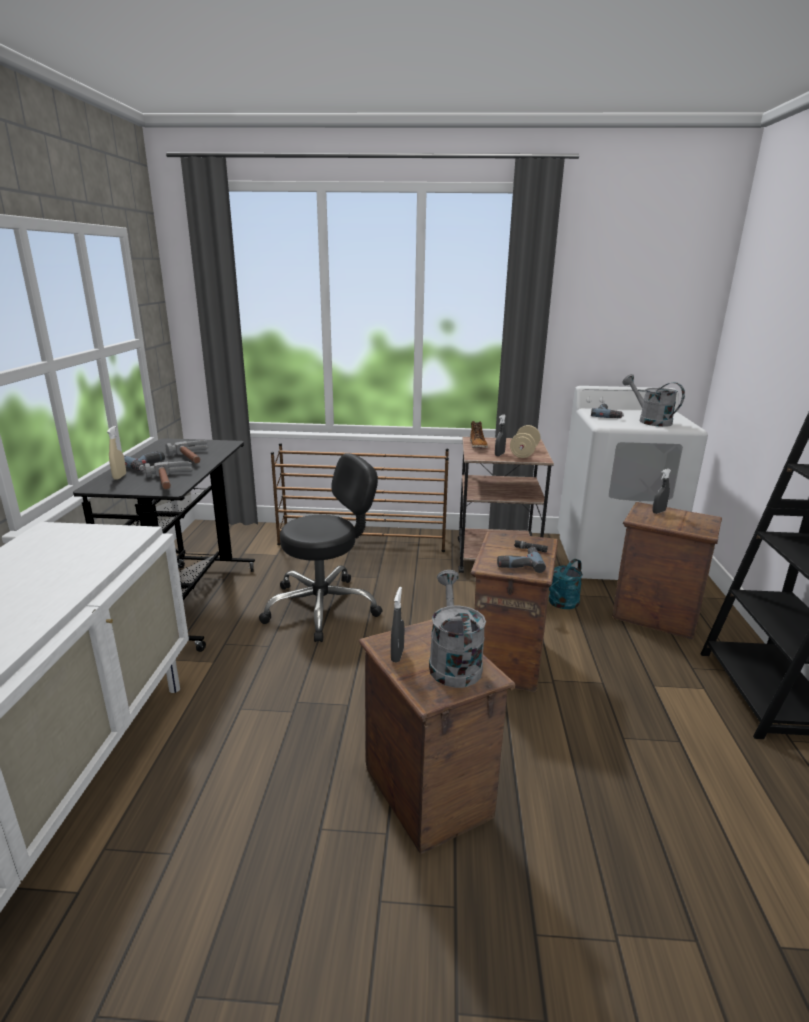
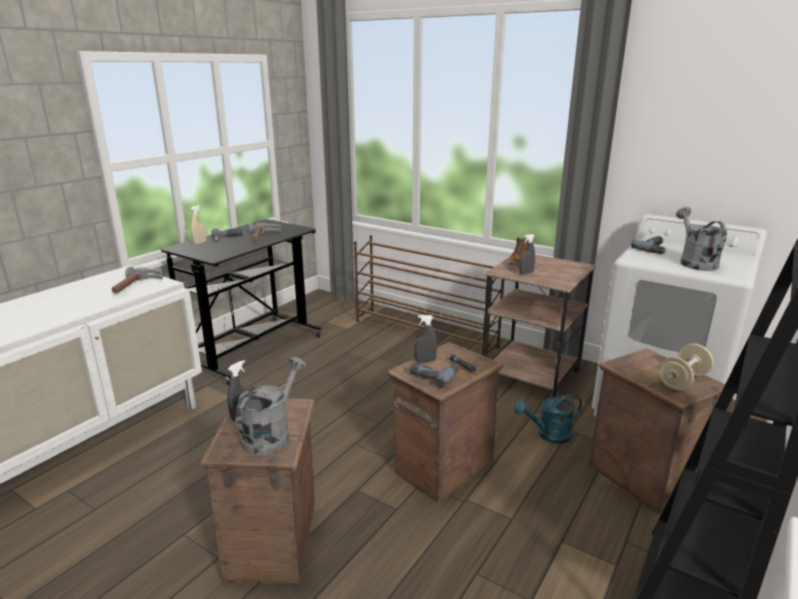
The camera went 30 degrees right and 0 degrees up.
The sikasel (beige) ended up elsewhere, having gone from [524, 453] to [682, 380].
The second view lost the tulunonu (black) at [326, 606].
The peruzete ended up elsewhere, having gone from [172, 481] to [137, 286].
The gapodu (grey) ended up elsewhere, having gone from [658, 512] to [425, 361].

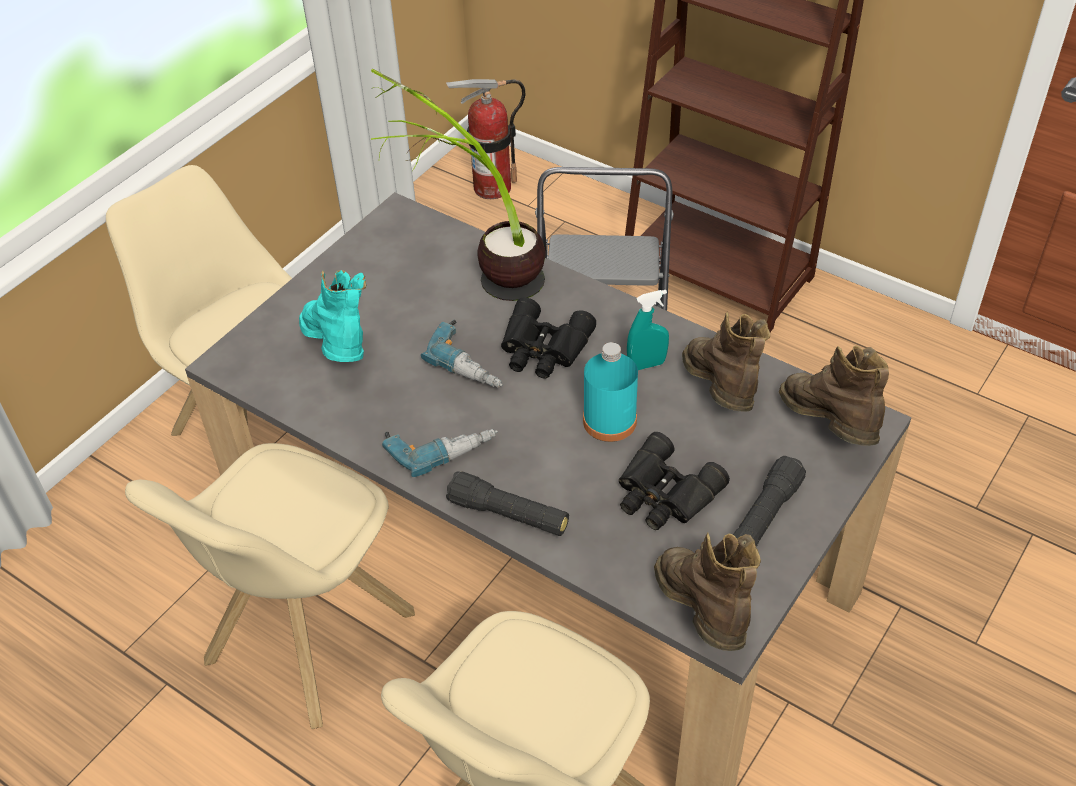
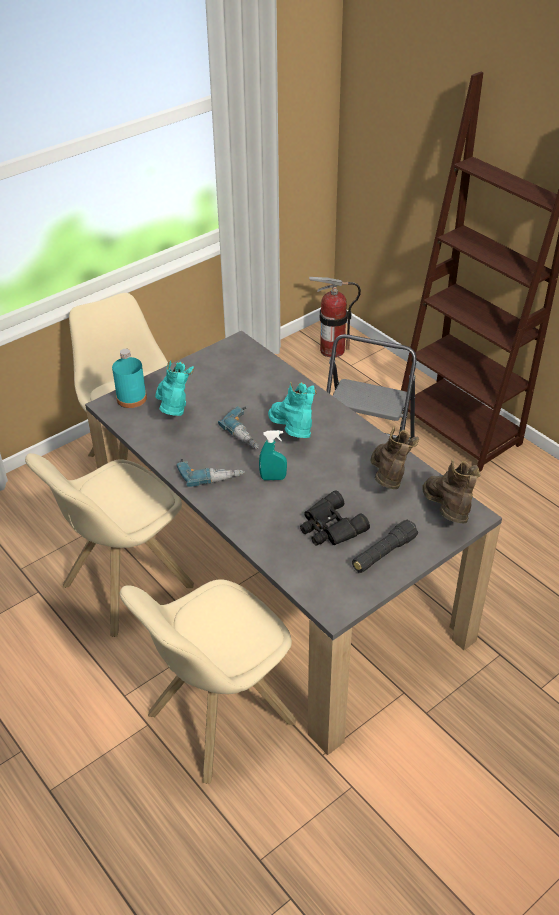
The camera went 15 degrees right and 5 degrees down.
The second view lost the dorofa at [476, 270].
The gapodu (turquoise) ended up elsewhere, having gone from [646, 364] to [273, 478].
Where the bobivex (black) stood at [543, 349], the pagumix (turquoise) came to stand at [292, 434].
The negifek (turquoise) ended up elsewhere, having gone from [609, 421] to [131, 398].
The second view lost the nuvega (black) at [508, 515].
The second view lost the pagumix (brown) at [703, 615].

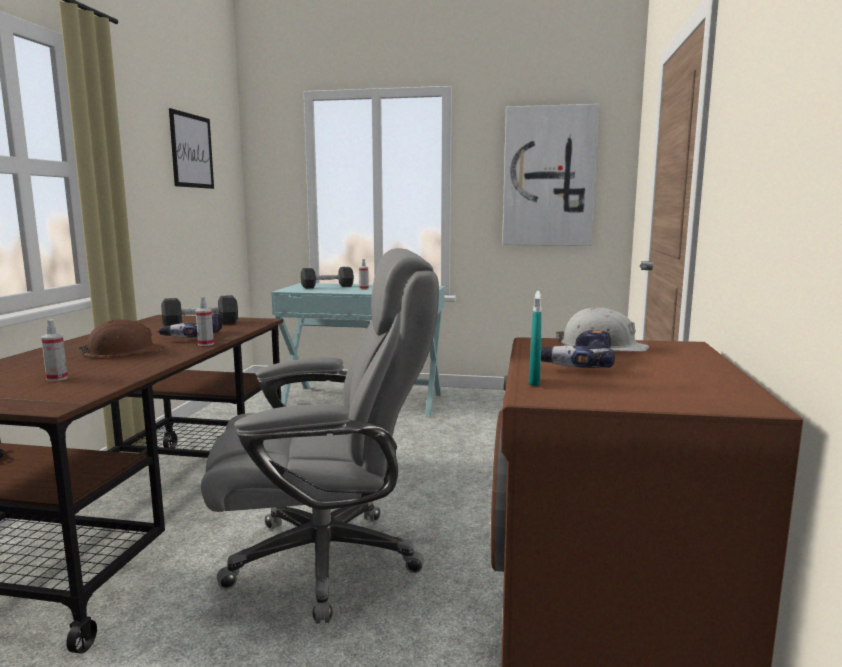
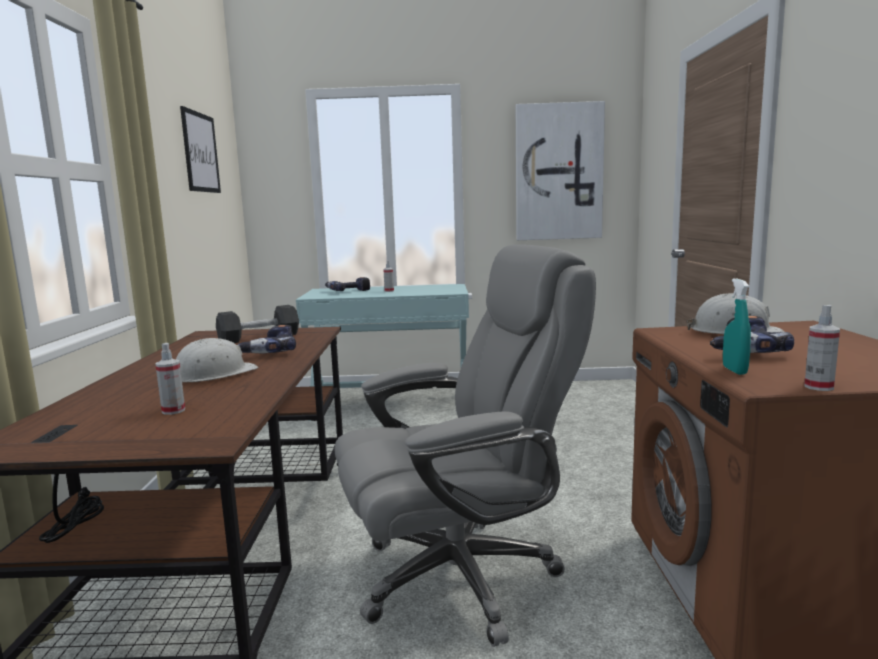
The camera went 10 degrees left and 0 degrees up.
Where the sikasel (black) stood at [327, 286], the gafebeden came to stand at [348, 291].
The gapodu ended up elsewhere, having gone from [205, 344] to [818, 387].
What was the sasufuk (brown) at [124, 352] turned into the sasufuk (white) at [214, 374].

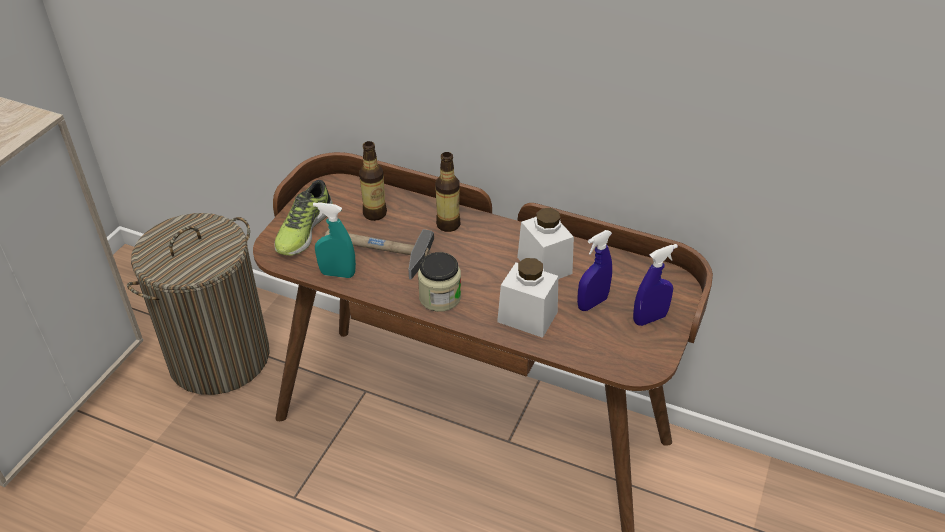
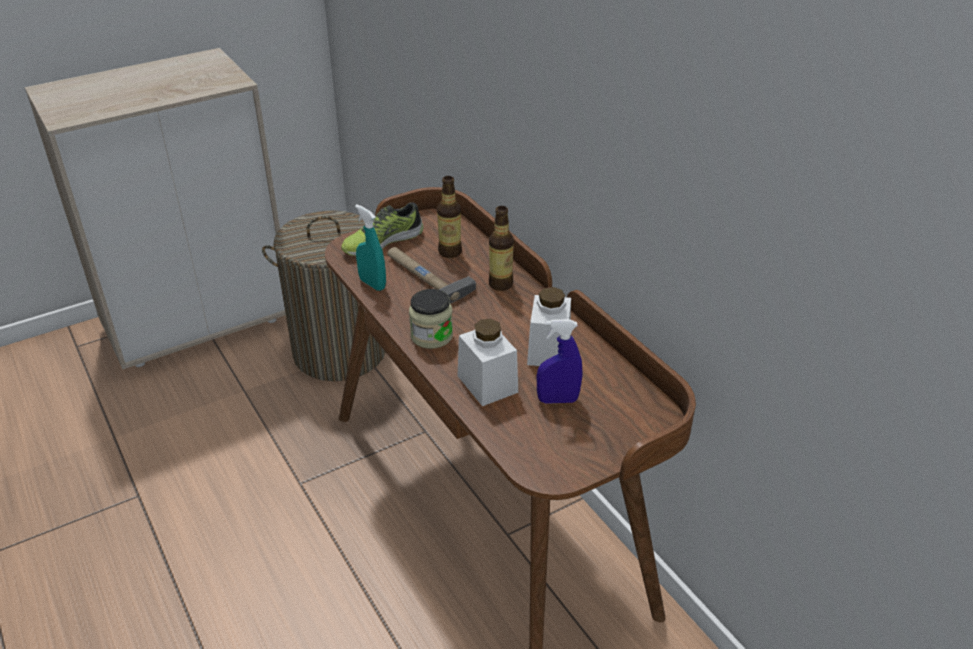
The camera went 35 degrees right and 5 degrees down.
The second view lost the gapodu (blue) at [649, 319].

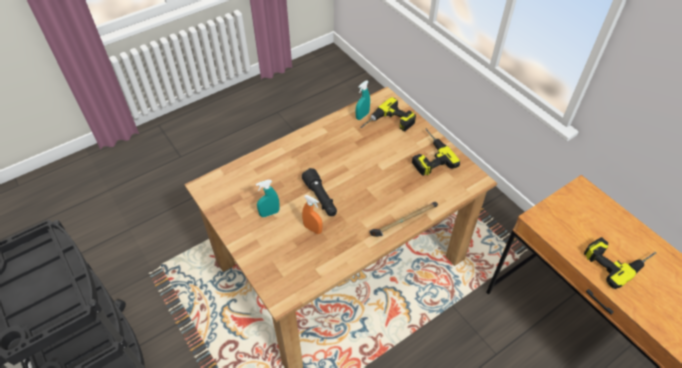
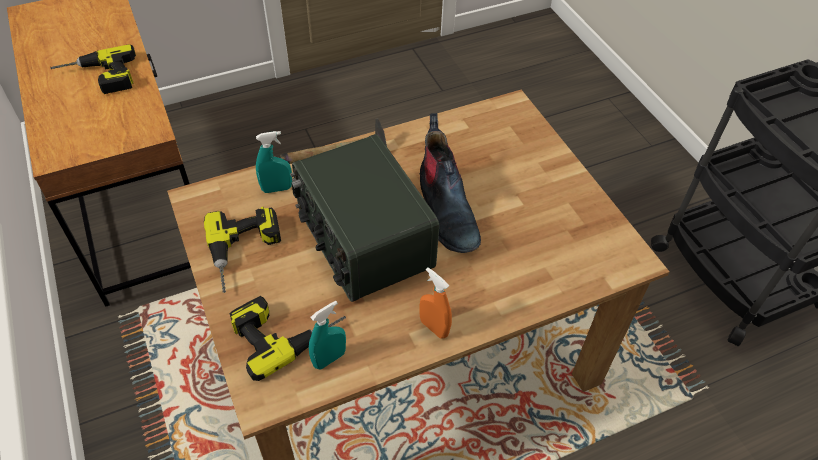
The camera went 170 degrees left and 0 degrees up.
Where the nuvega (black) stood at [320, 198], the pagumix came to stand at [445, 211].
The gapodu (turquoise) ended up elsewhere, having gone from [269, 213] to [277, 189].
The gapodu (orange) ended up elsewhere, having gone from [313, 229] to [434, 327].
The second view gained the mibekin at [362, 240].

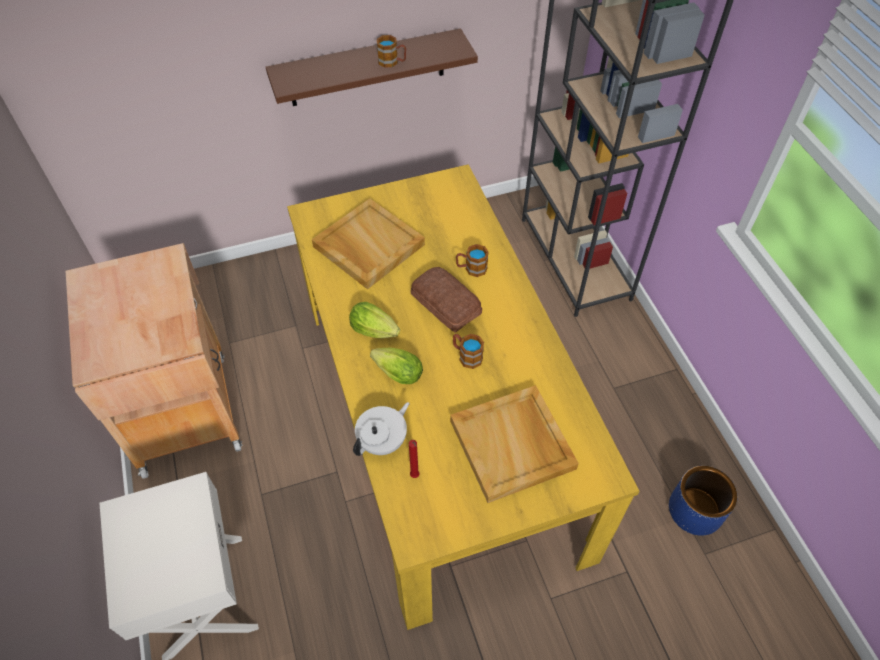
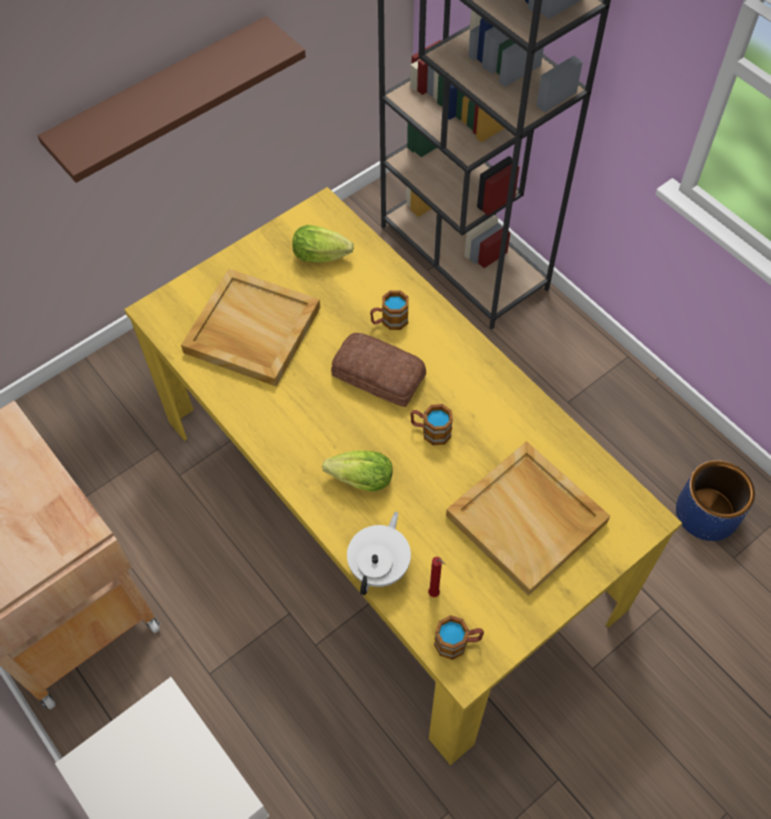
The camera went 20 degrees left and 5 degrees up.
The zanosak ended up elsewhere, having gone from [392, 62] to [457, 642].
The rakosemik ended up elsewhere, having gone from [376, 331] to [324, 256].

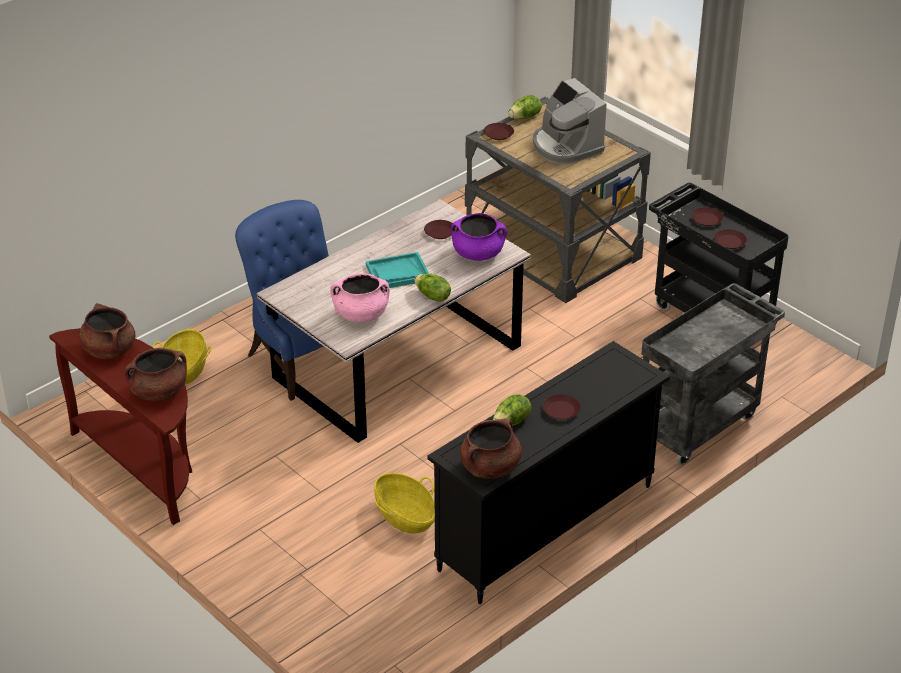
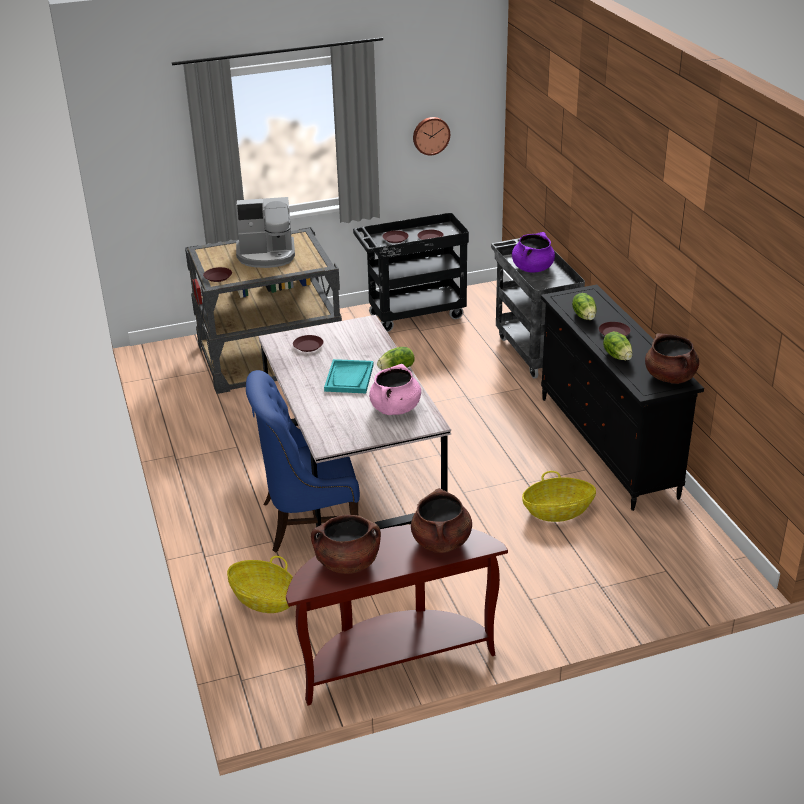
The camera went 65 degrees left and 5 degrees down.
The rakosemik ended up elsewhere, having gone from [525, 117] to [584, 316].
The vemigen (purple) ended up elsewhere, having gone from [478, 253] to [532, 268].
The second view gained the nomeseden at [430, 135].

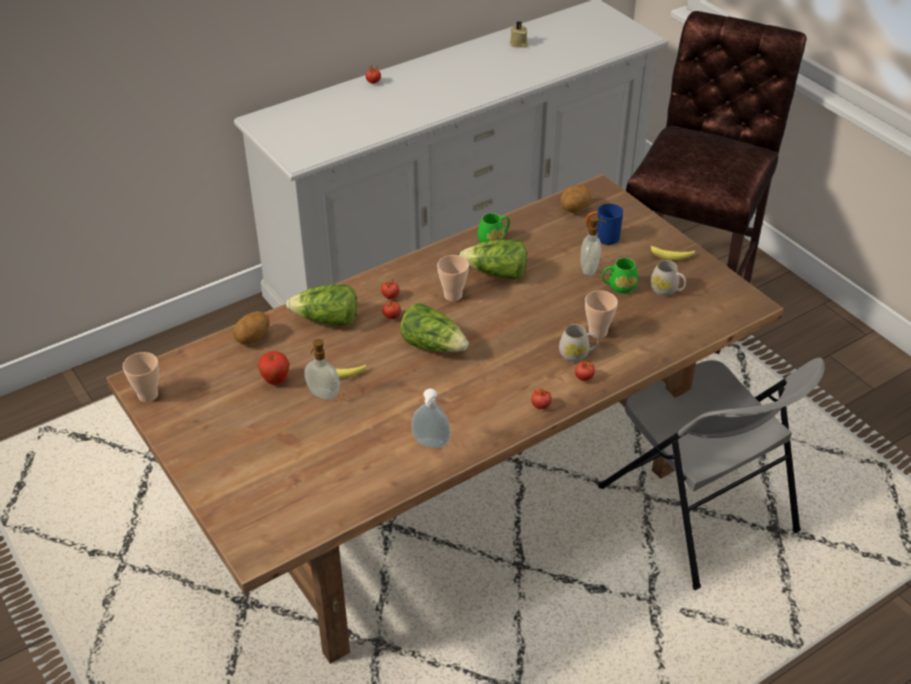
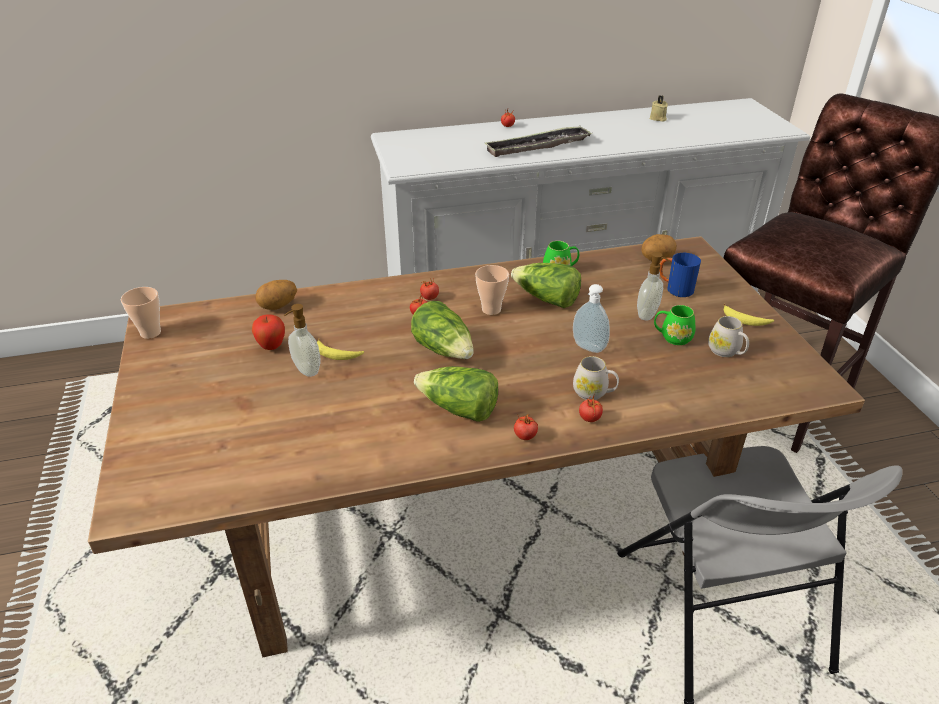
The camera went 20 degrees right and 5 degrees down.
The rakosemik ended up elsewhere, having gone from [327, 320] to [459, 409].
The second view lost the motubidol at [597, 332].
The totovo ended up elsewhere, having gone from [430, 445] to [588, 348].
The second view gained the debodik at [537, 147].

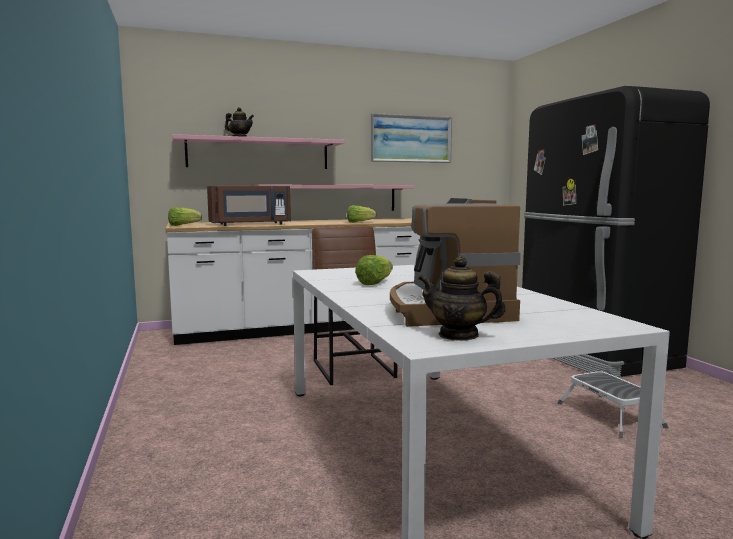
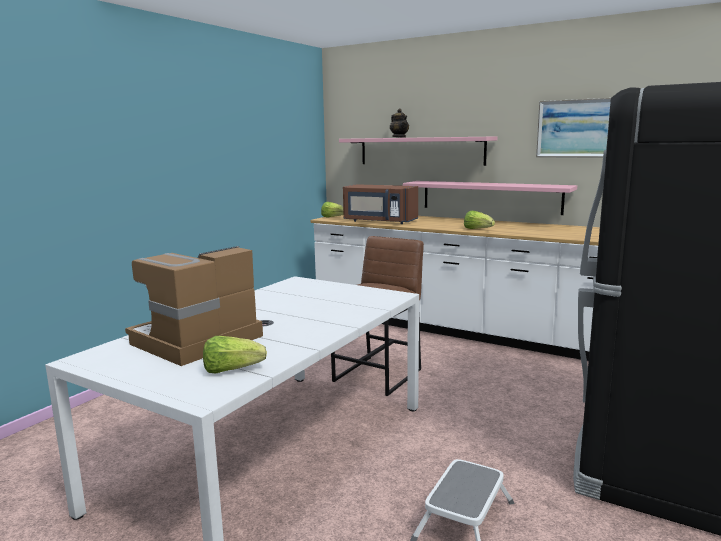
The camera went 50 degrees right and 5 degrees up.
The rakosemik ended up elsewhere, having gone from [375, 283] to [231, 370].
The second view lost the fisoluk at [458, 335].

